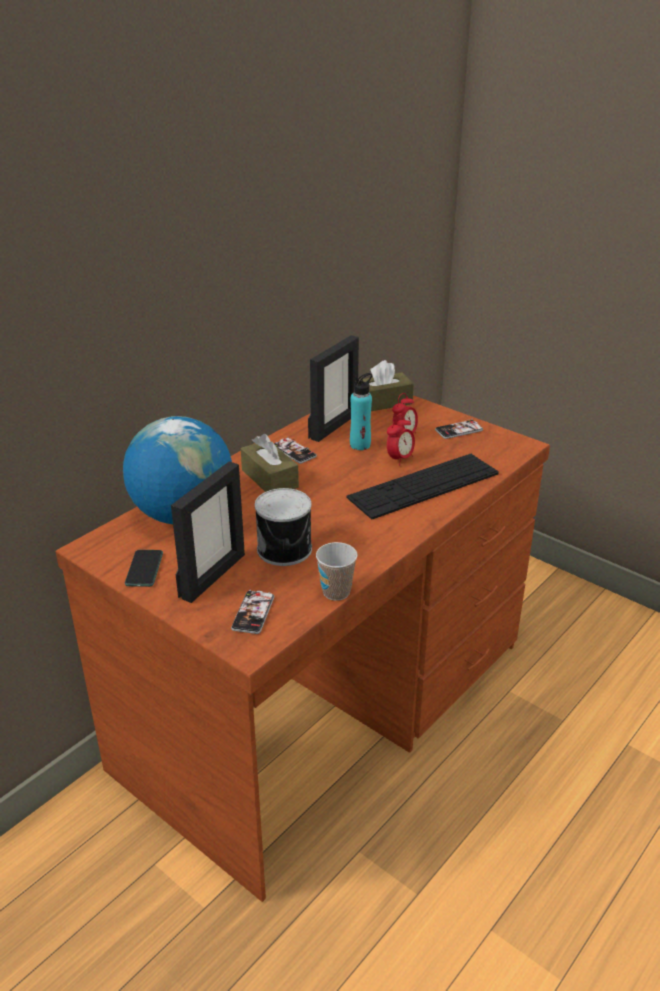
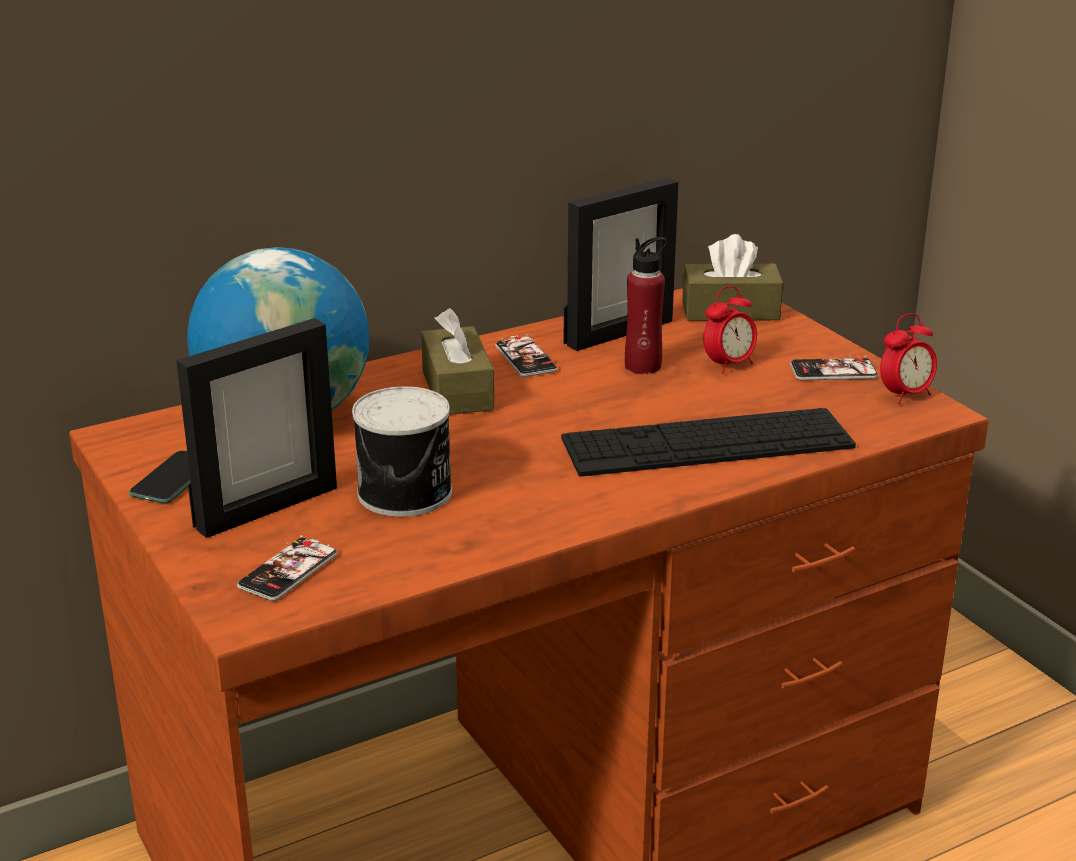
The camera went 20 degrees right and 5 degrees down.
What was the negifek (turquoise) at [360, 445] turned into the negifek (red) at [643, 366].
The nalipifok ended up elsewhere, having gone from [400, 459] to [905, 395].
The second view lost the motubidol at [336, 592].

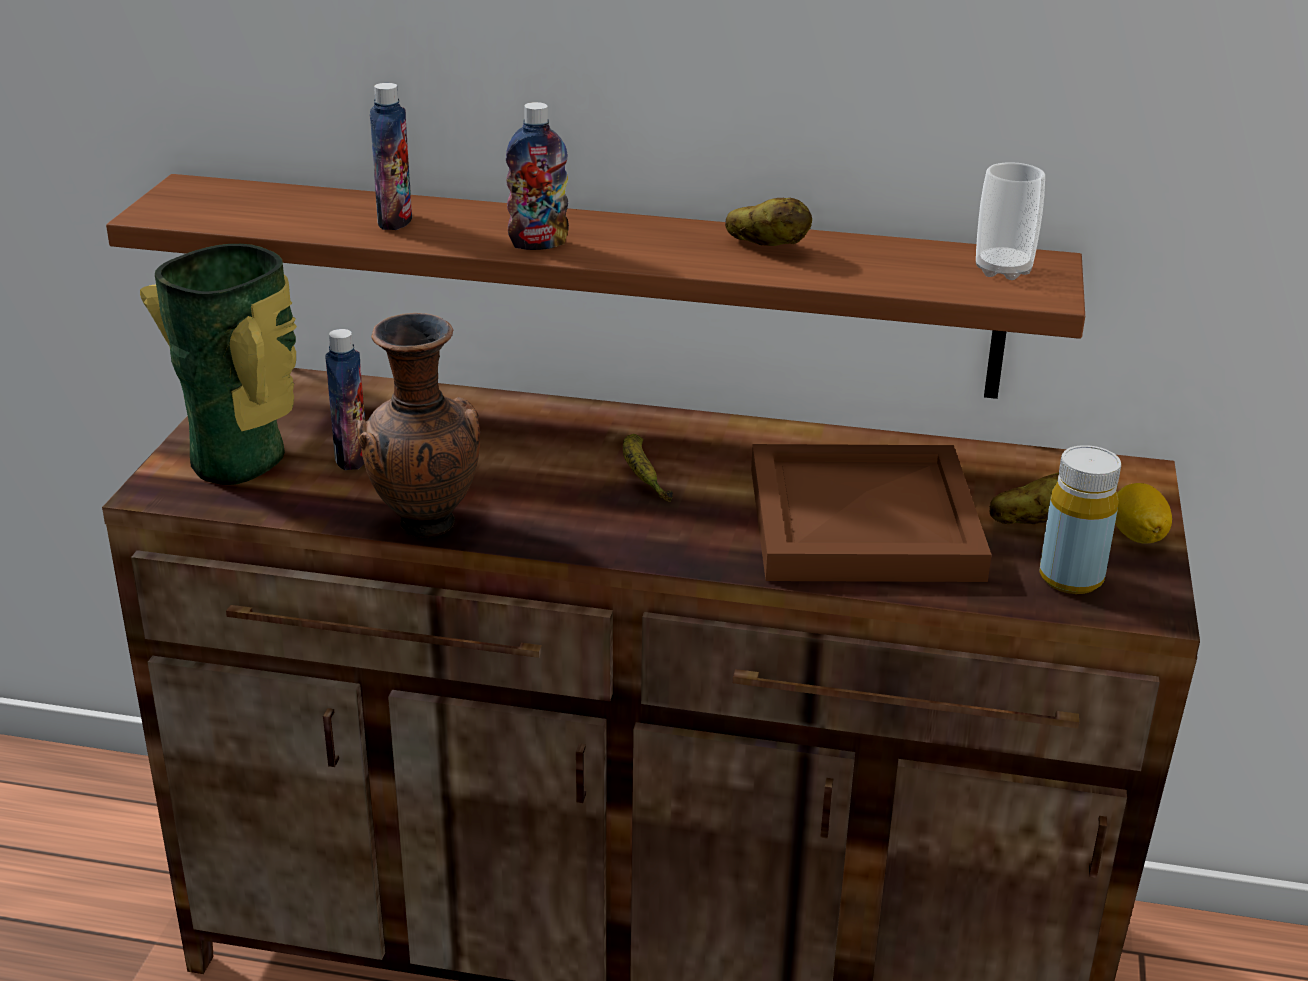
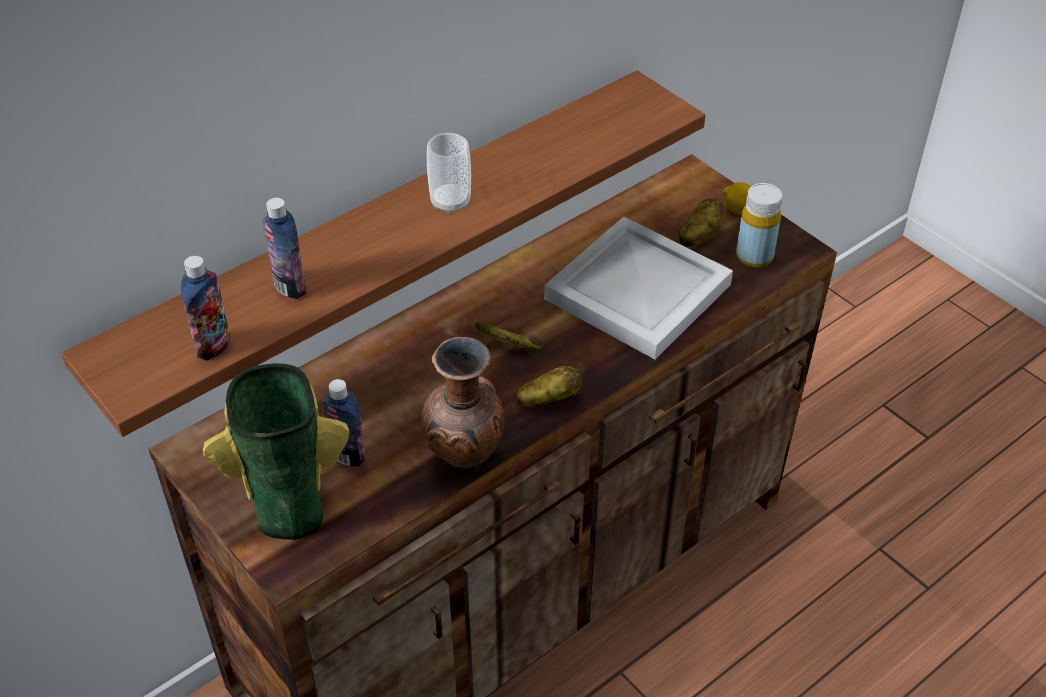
The camera went 50 degrees left and 15 degrees up.
The negifek ended up elsewhere, having gone from [538, 243] to [213, 346].
The motubidol ended up elsewhere, having gone from [1003, 270] to [450, 202].
The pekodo ended up elsewhere, having gone from [768, 247] to [548, 399].
What was the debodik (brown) at [866, 520] turned into the debodik (white) at [637, 289].

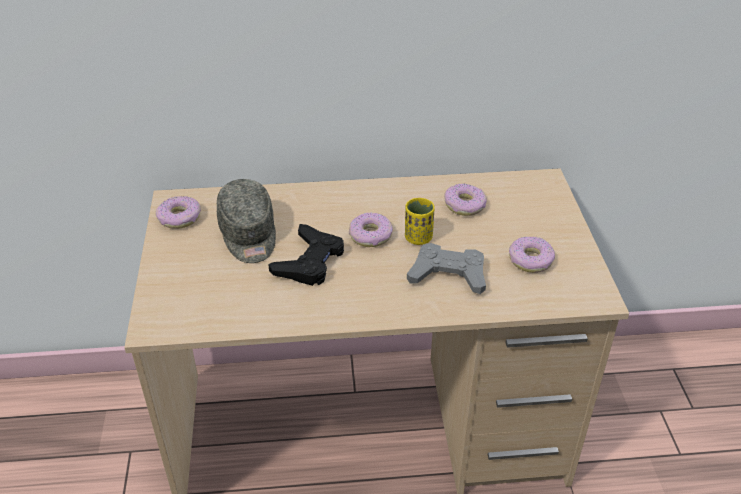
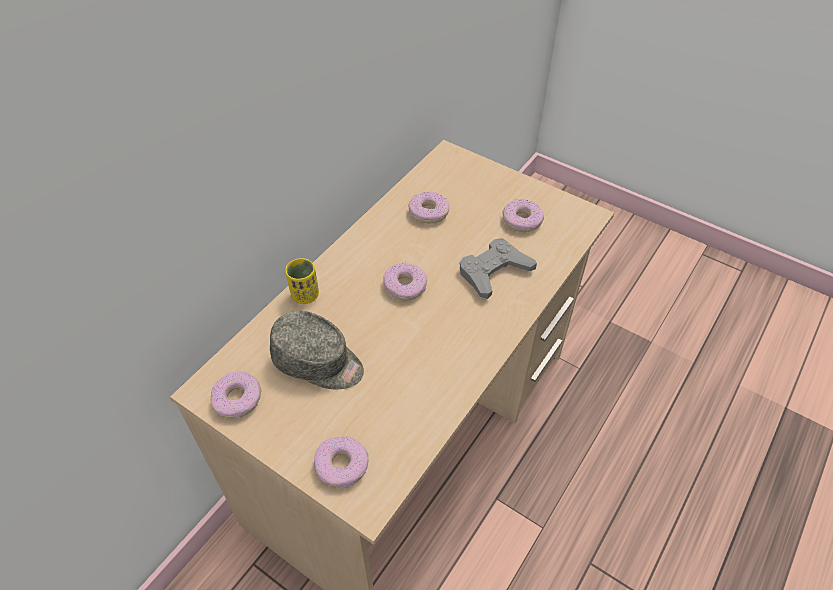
The camera went 50 degrees left and 10 degrees up.
The motubidol (yellow) ended up elsewhere, having gone from [418, 238] to [305, 295].
The second view lost the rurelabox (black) at [309, 261].
The second view gained the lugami at [341, 466].

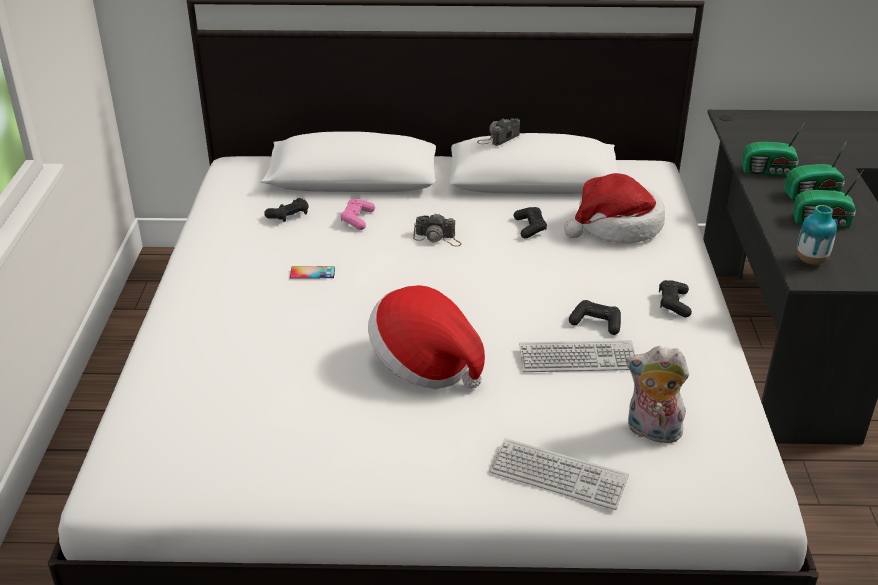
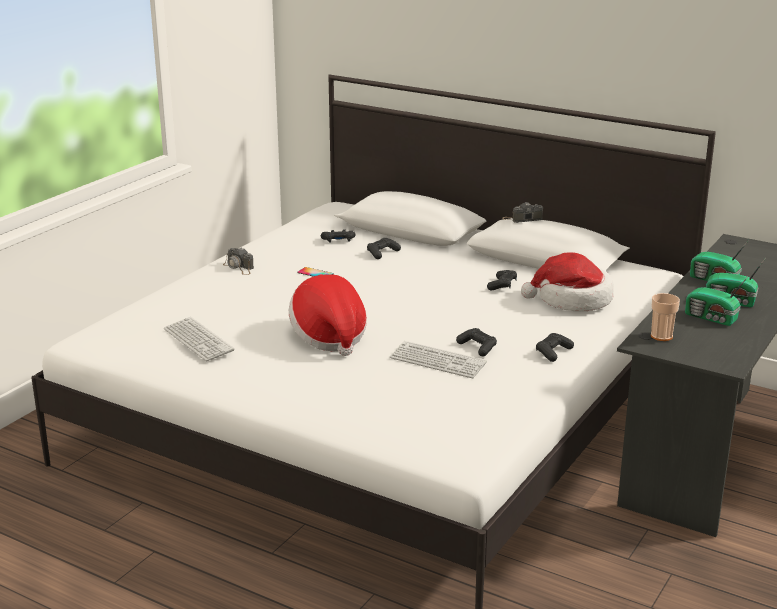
The camera went 30 degrees right and 10 degrees down.
What was the rurelabox (pink) at [357, 219] turned into the rurelabox (black) at [382, 253].
Where the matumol stood at [811, 260], the motubidol came to stand at [661, 336].
The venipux ended up elsewhere, having gone from [438, 238] to [239, 267].
The second view lost the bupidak at [651, 432].
The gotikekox ended up elsewhere, having gone from [558, 475] to [198, 340].

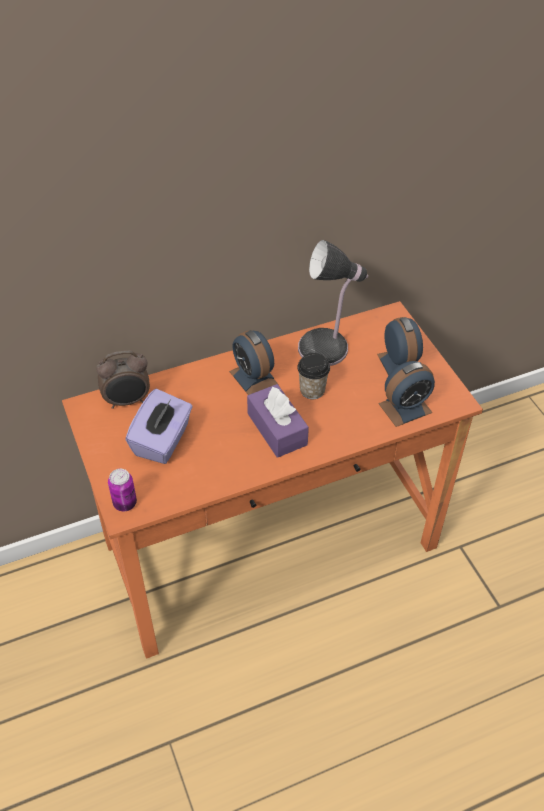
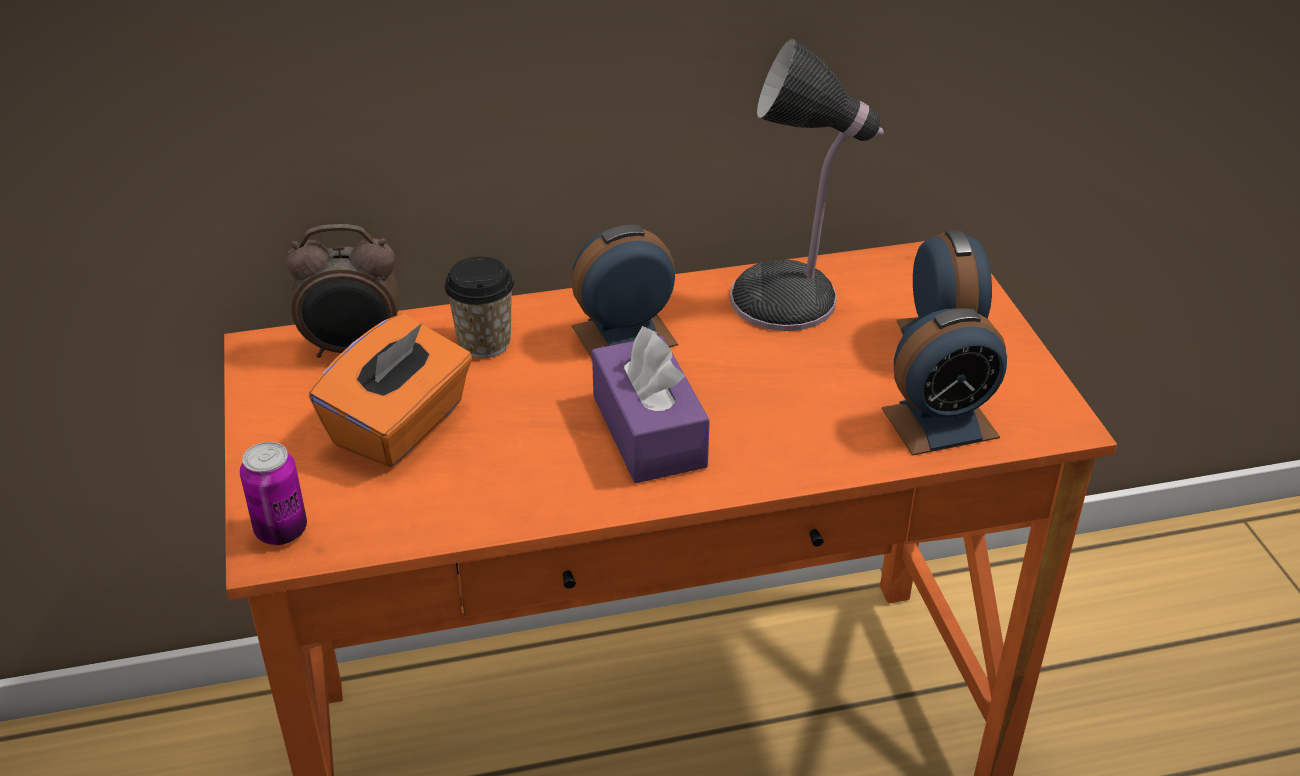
The camera went 10 degrees right and 10 degrees down.
The nalipifok at [253, 378] ended up facing another way, 90 degrees clockwise from before.
The motubidol ended up elsewhere, having gone from [312, 390] to [484, 343].
What was the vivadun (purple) at [162, 441] turned into the vivadun (orange) at [400, 426].

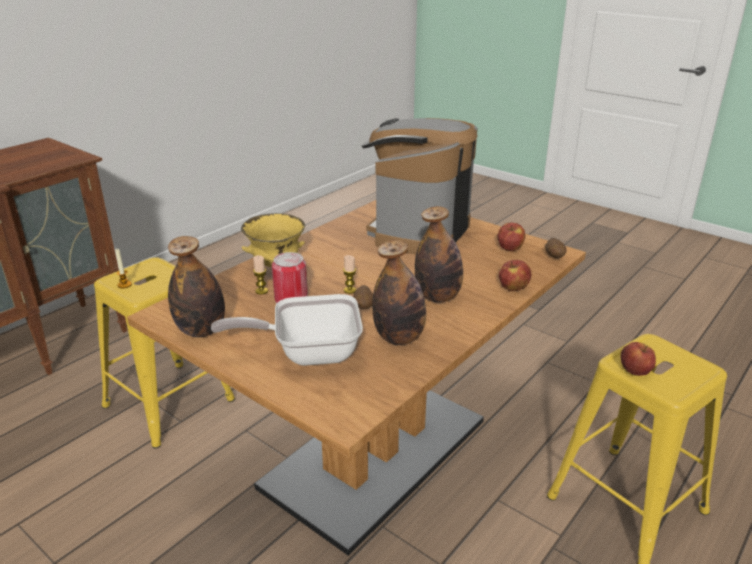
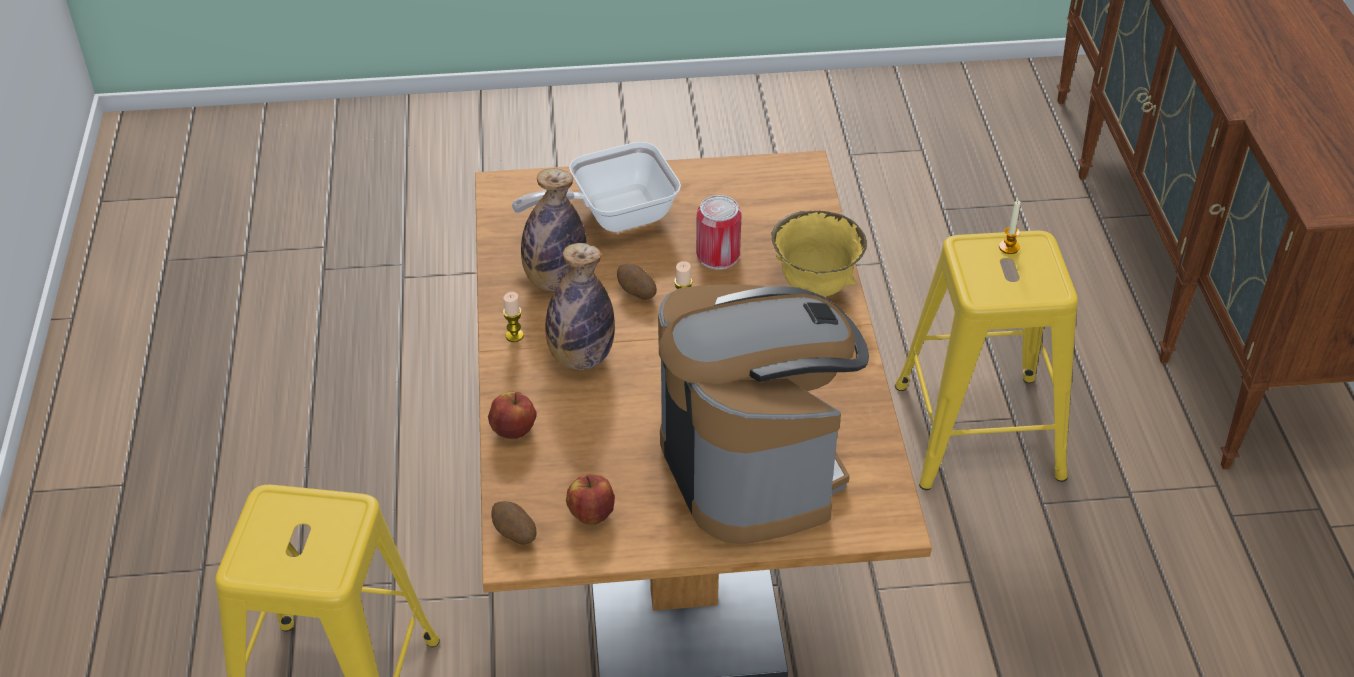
The camera went 135 degrees right and 15 degrees up.
The second view lost the negifek at [201, 330].
The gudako ended up elsewhere, having gone from [261, 291] to [514, 335].
The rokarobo at [308, 353] ended up facing another way, 150 degrees counterclockwise from before.
The second view lost the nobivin at [635, 371].

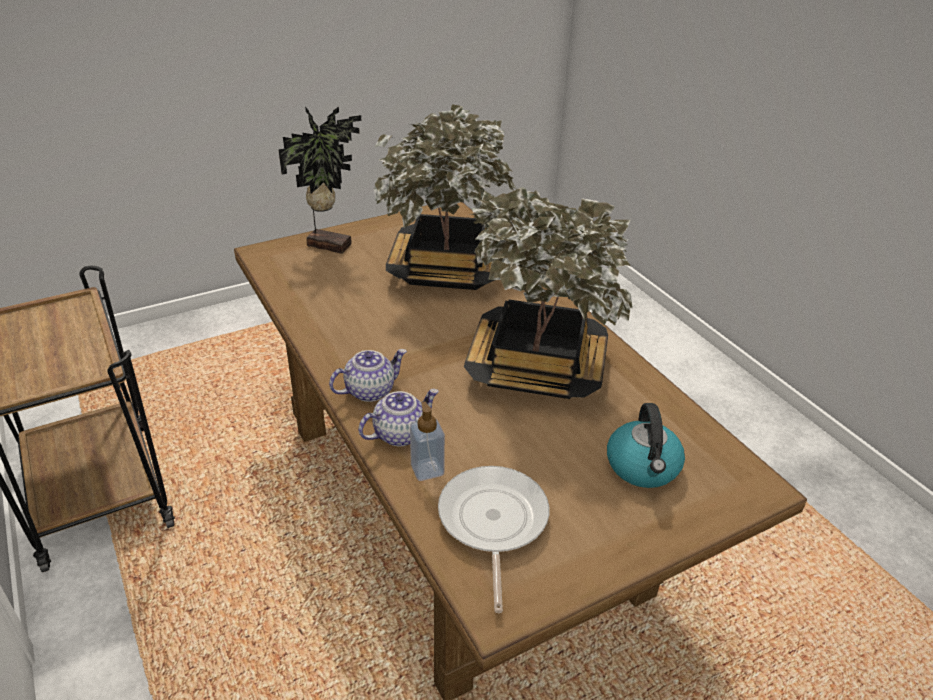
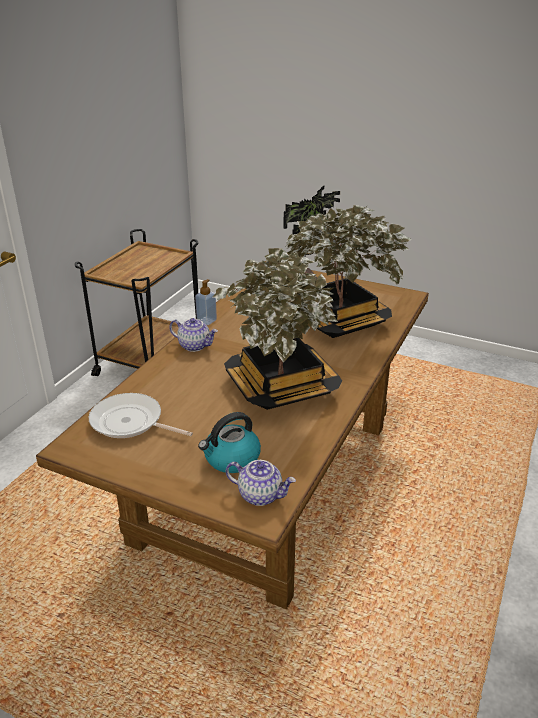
The camera went 55 degrees right and 5 degrees down.
The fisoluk ended up elsewhere, having gone from [400, 433] to [261, 495].
The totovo ended up elsewhere, having gone from [427, 469] to [206, 321].
The rokarobo at [492, 522] ended up facing another way, 120 degrees counterclockwise from before.

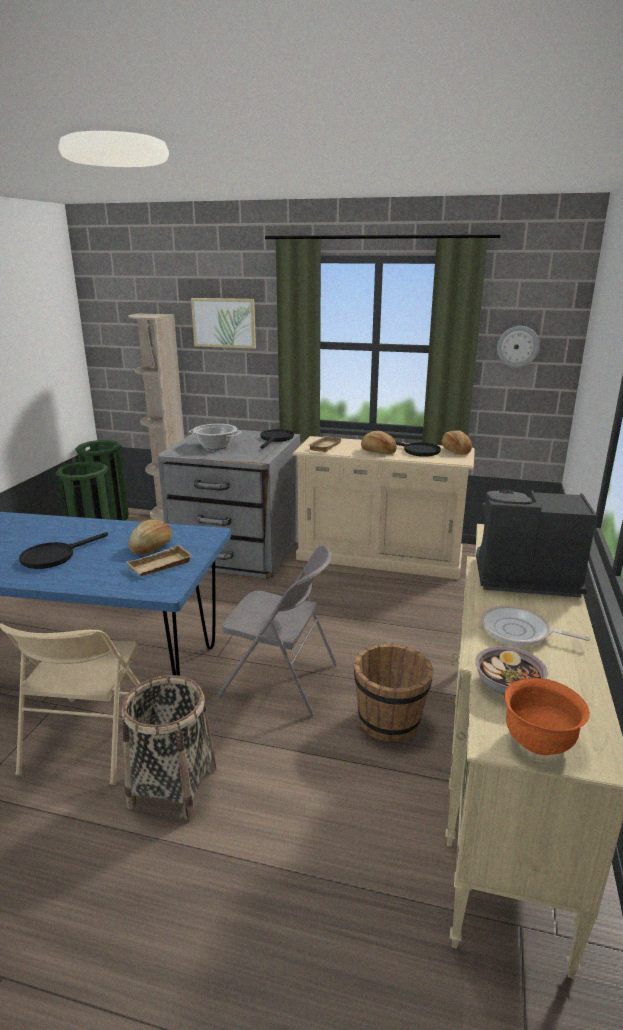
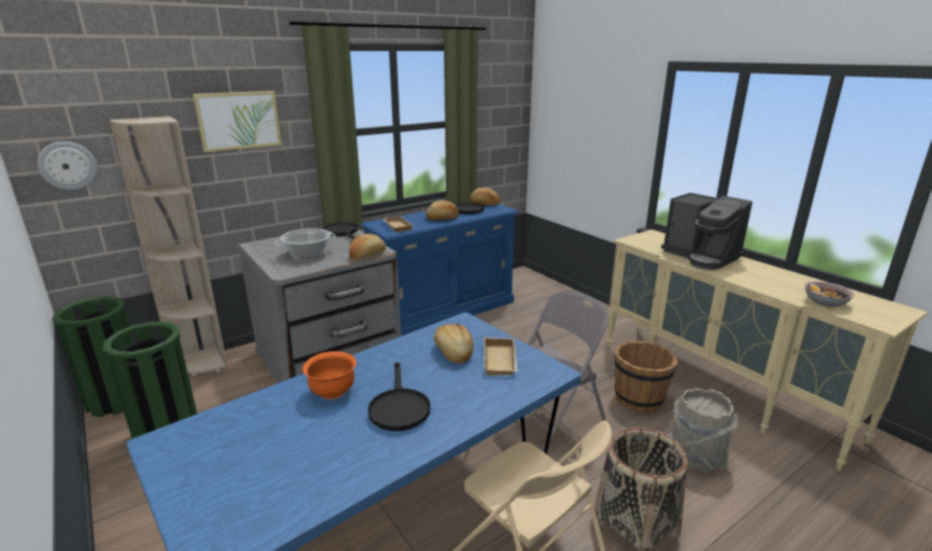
The camera went 50 degrees left and 0 degrees up.
The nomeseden ended up elsewhere, having gone from [518, 346] to [68, 165].
What was the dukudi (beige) at [380, 556] turned into the dukudi (blue) at [444, 311].
The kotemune at [522, 577] ended up facing another way, 90 degrees counterclockwise from before.
The second view lost the rokarobo at [519, 632].
The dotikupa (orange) ended up elsewhere, having gone from [539, 742] to [332, 392].
The second view gained the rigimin at [367, 256].
The second view gained the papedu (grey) at [695, 456].

